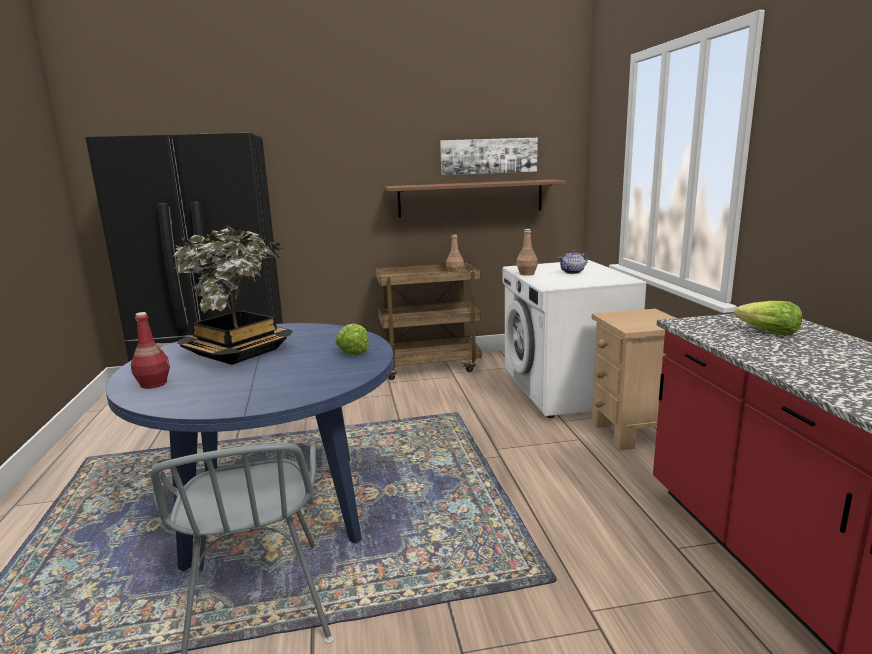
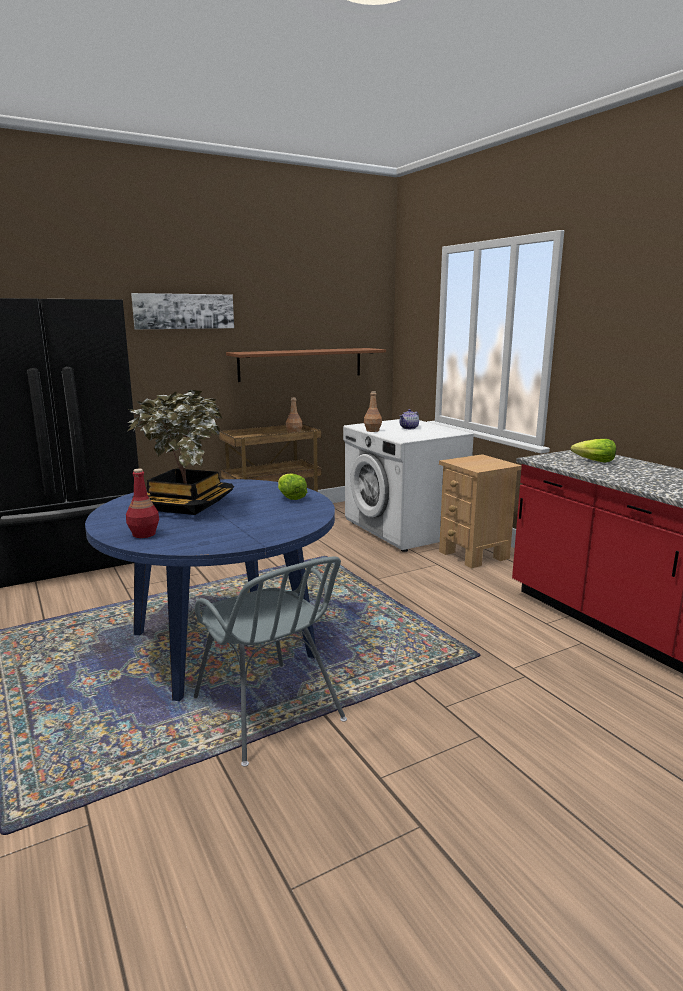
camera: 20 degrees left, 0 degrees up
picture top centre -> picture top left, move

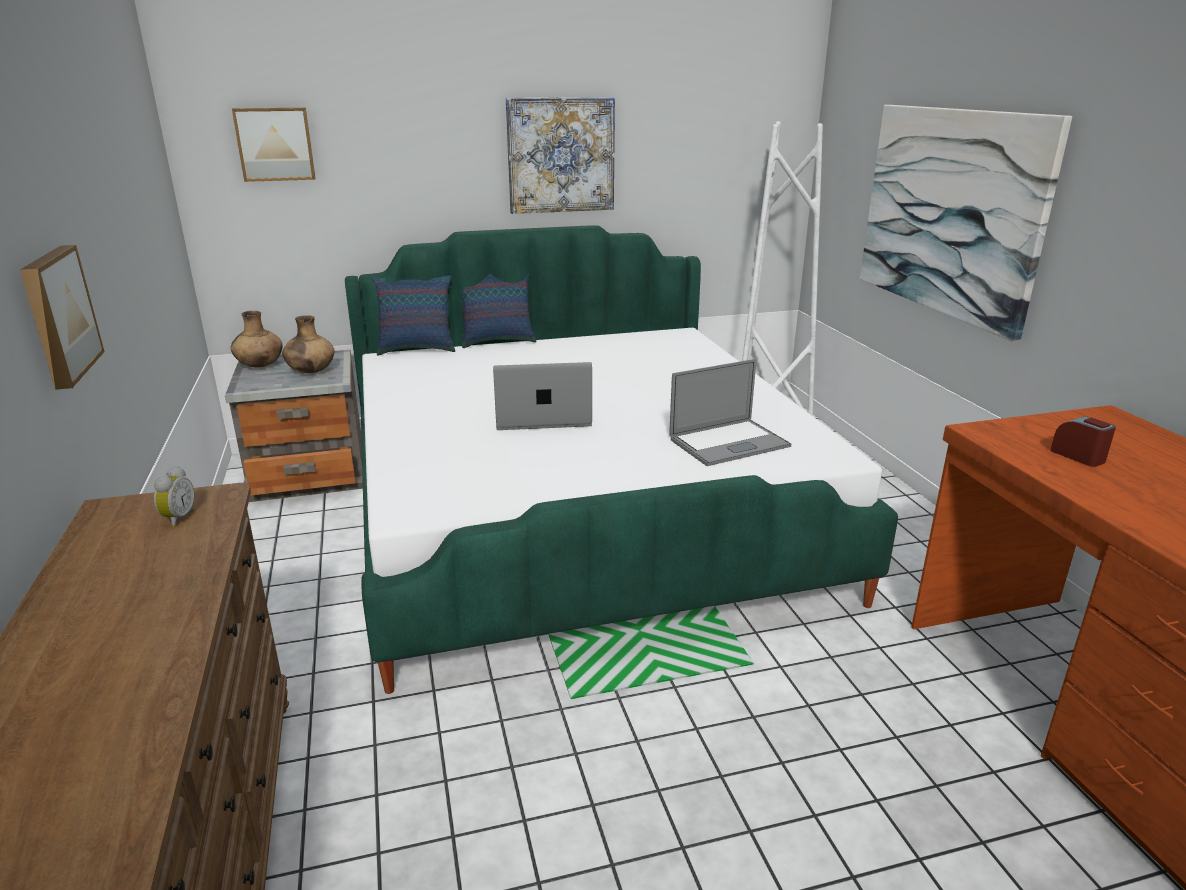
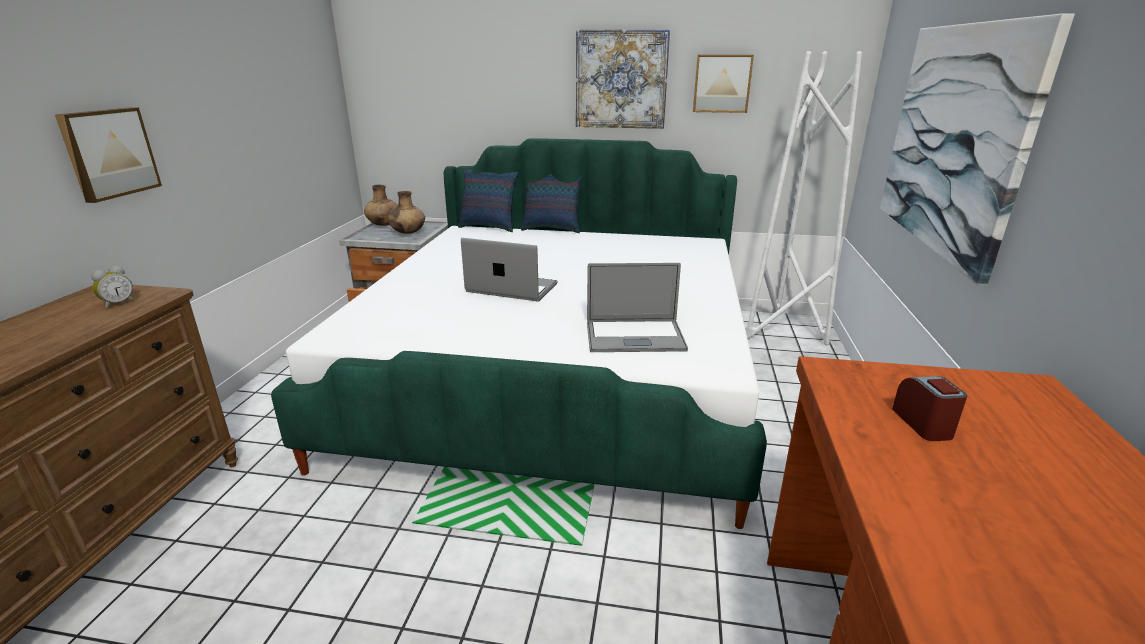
camera: 25 degrees right, 0 degrees up
picture (2nd from left in the first image) top left -> picture (3rd from left) top centre, move

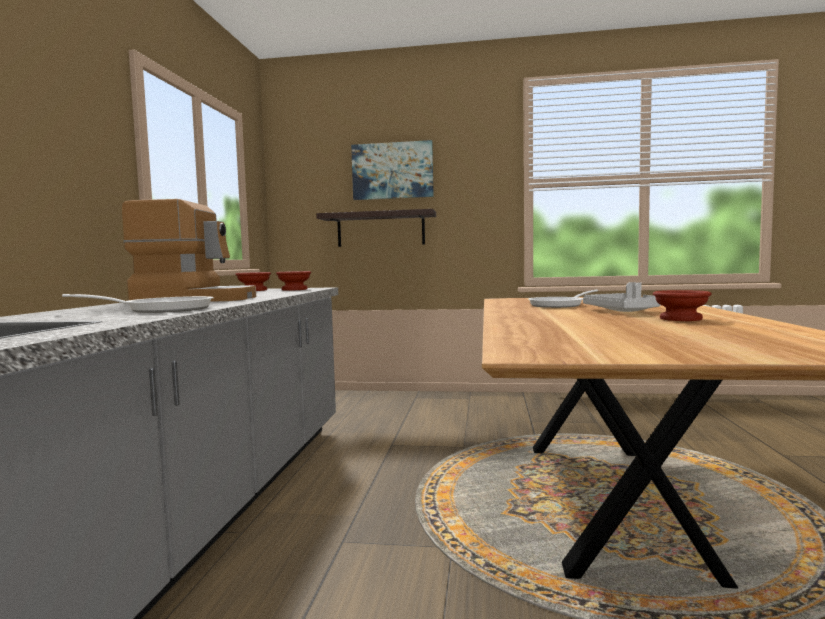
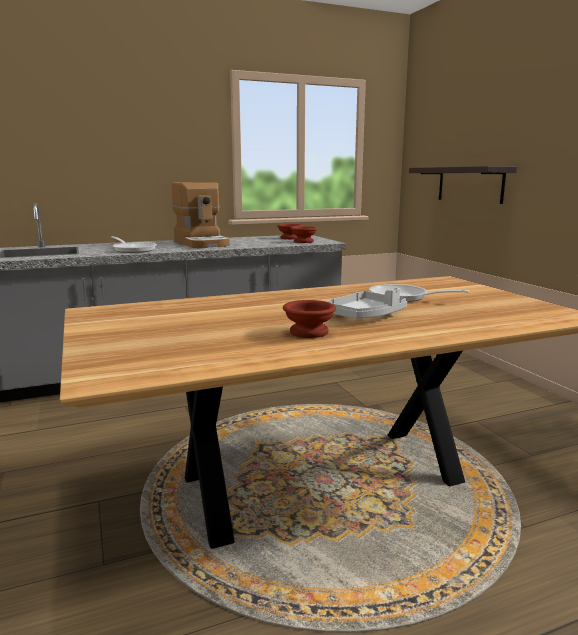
camera: 60 degrees right, 10 degrees up
picture top centre -> none

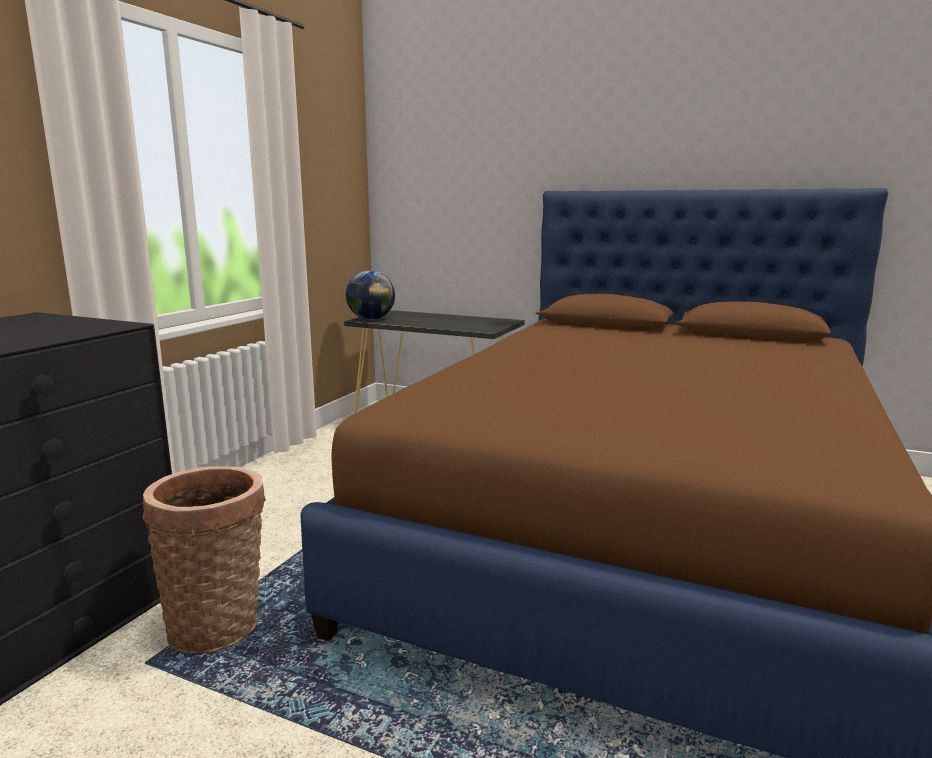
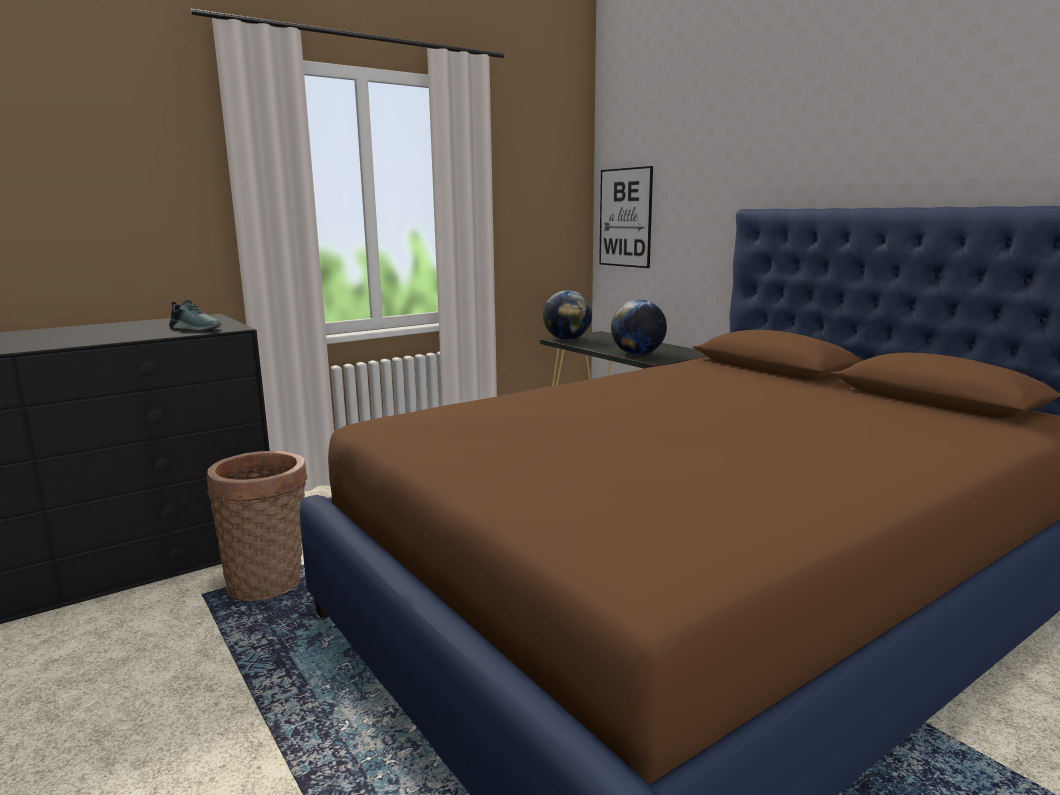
camera: 30 degrees right, 0 degrees up
none -> shoe middle left
none -> picture top centre
none -> globe (2nd from left) centre

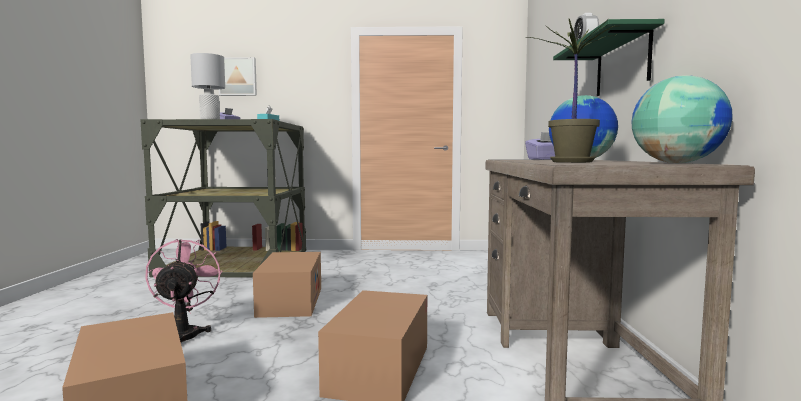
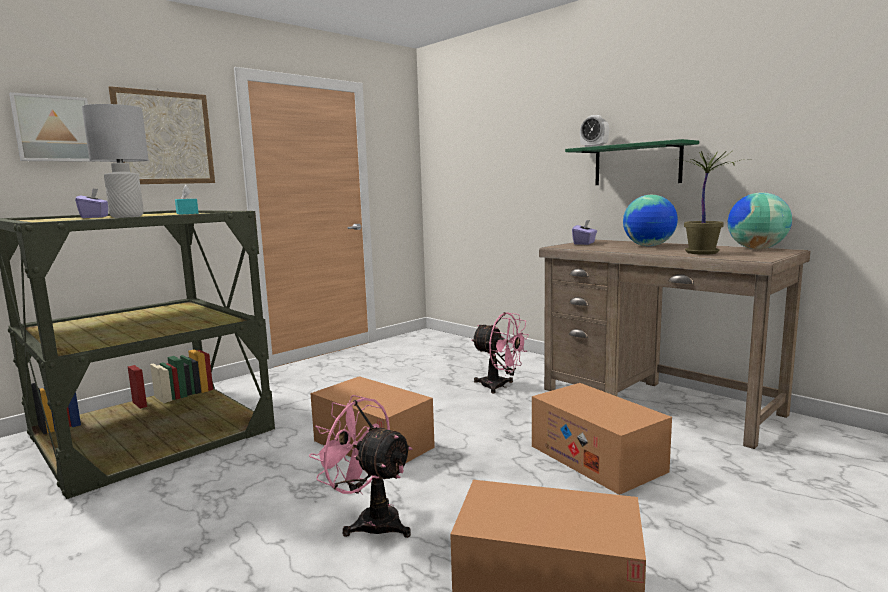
camera: 45 degrees left, 5 degrees up
none -> picture (2nd from left) top left
none -> pink fan (2nd from left) centre

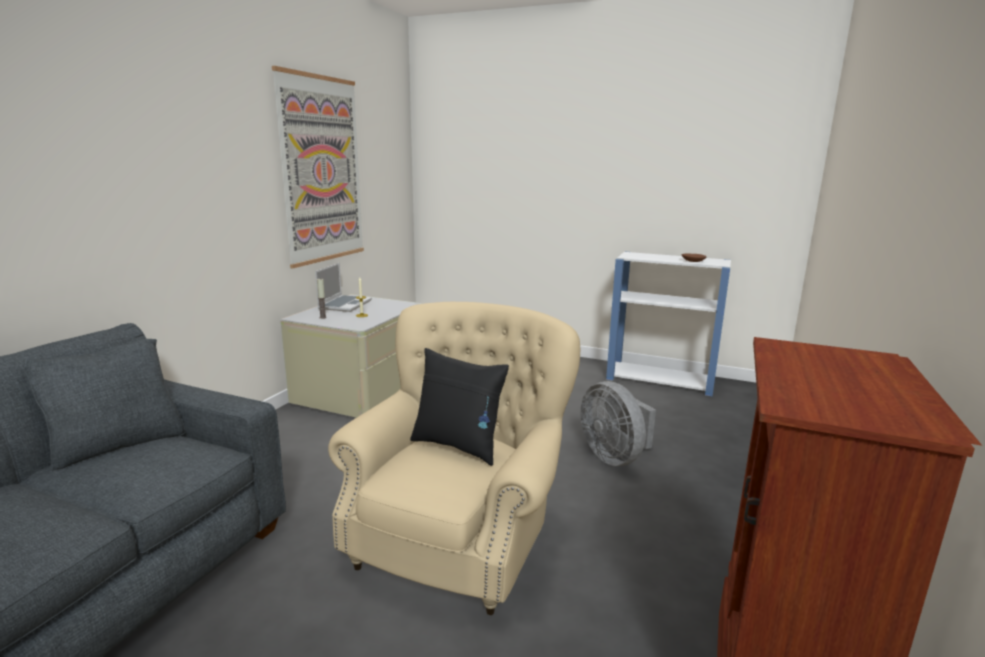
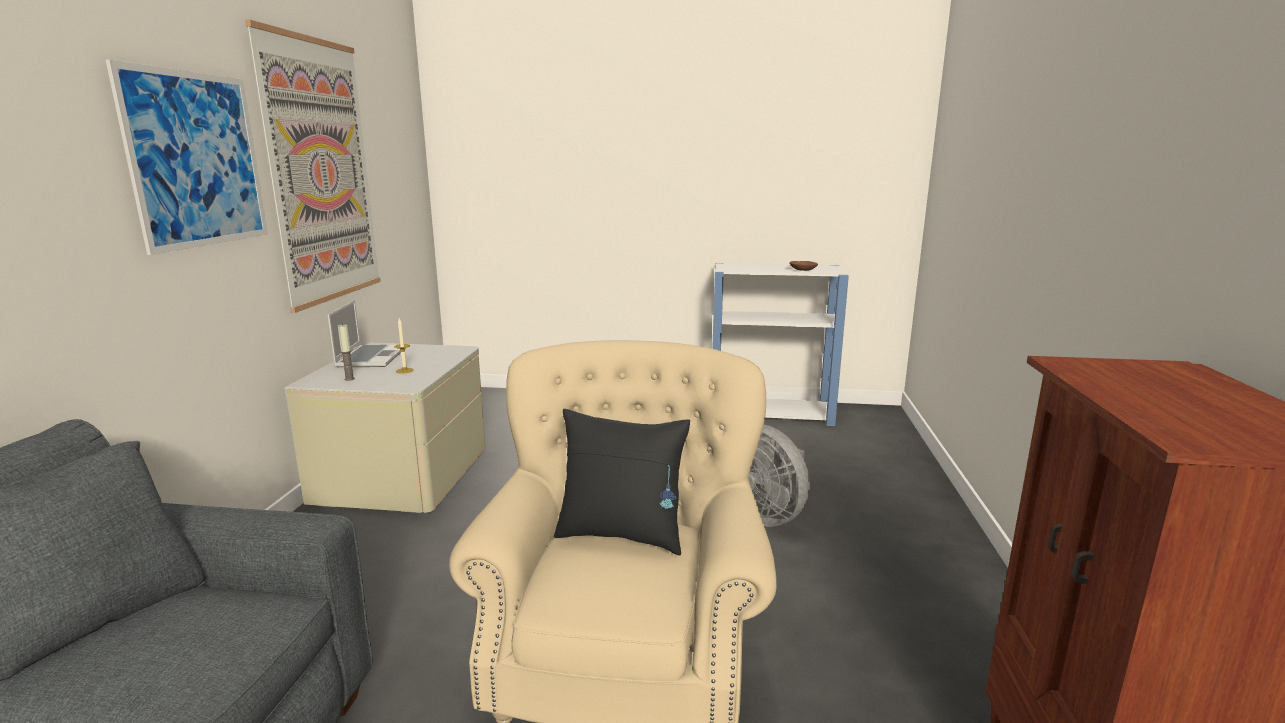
camera: 15 degrees left, 0 degrees up
none -> picture (1st from left) top left

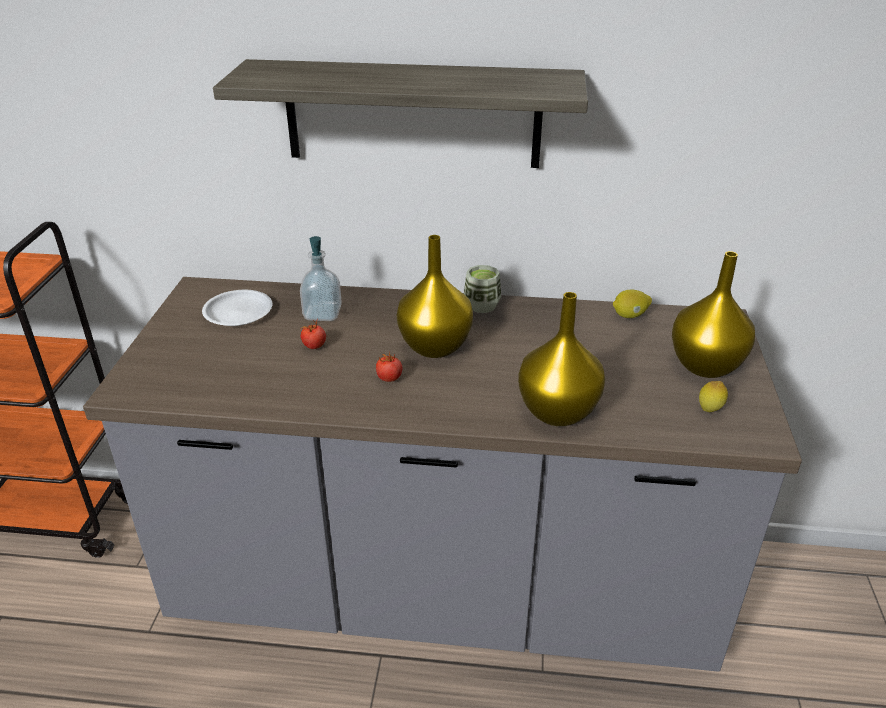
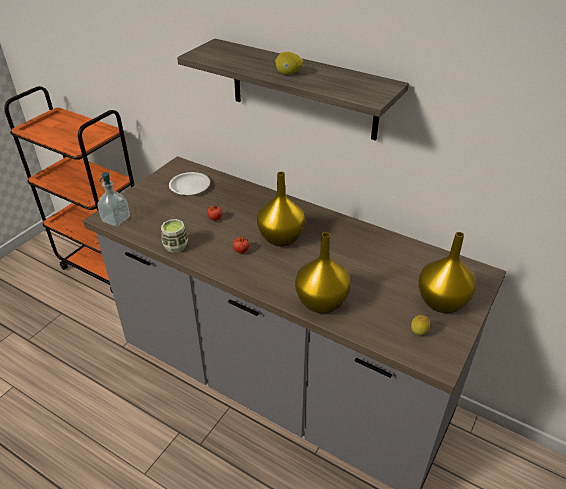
camera: 25 degrees right, 5 degrees up
soap dispenser centre -> soap dispenser middle left, move
cup centre -> cup middle left, move
lemon (1st from left) middle right -> lemon (1st from left) top centre, move

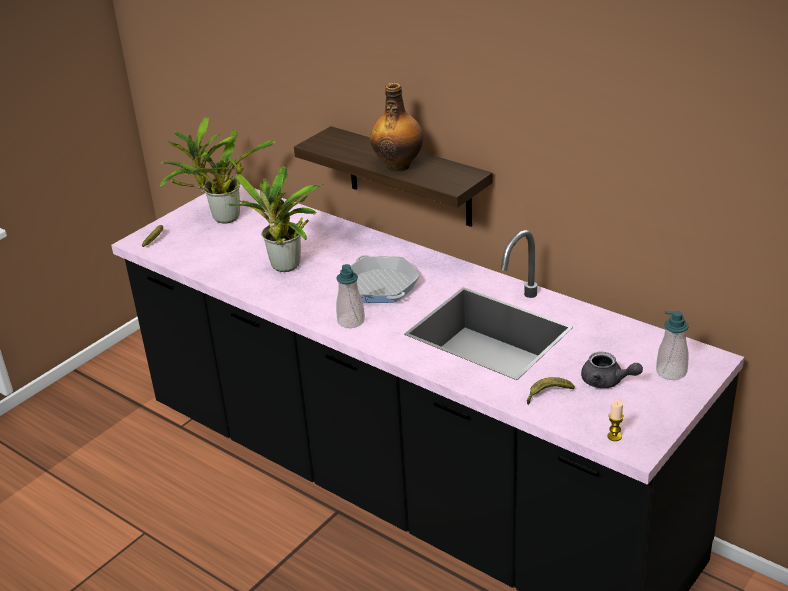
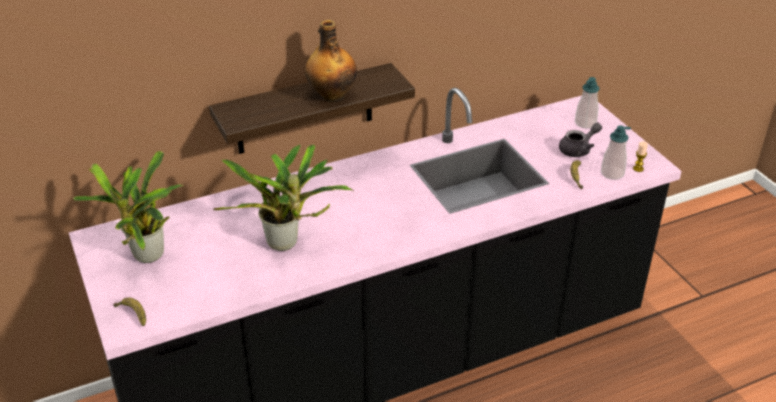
camera: 65 degrees left, 5 degrees up
soap dispenser (1st from left in the first image) centre -> soap dispenser (2nd from left) middle right, move
frying pan centre -> none

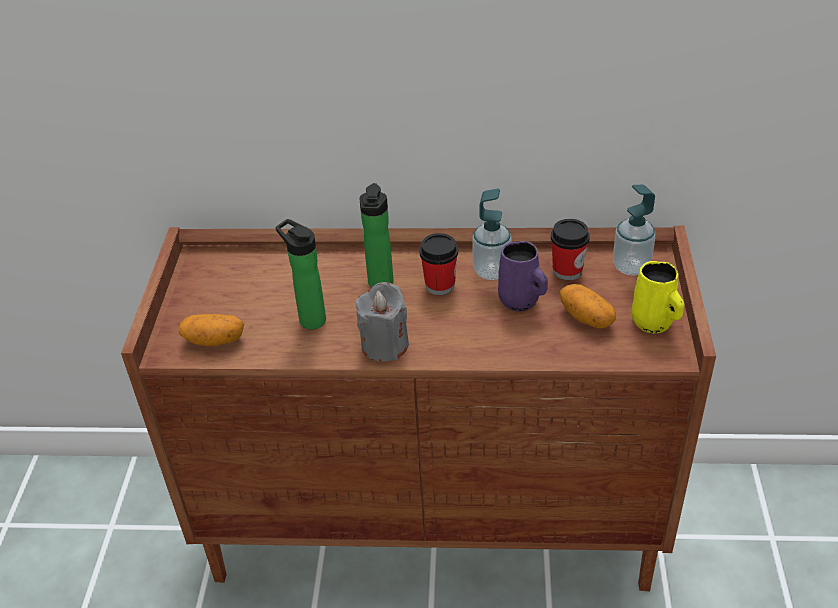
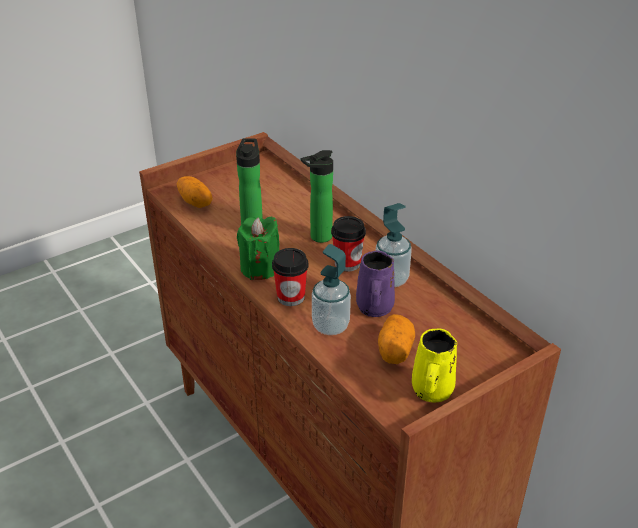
camera: 50 degrees right, 5 degrees down
grey candle centre -> green candle centre
cup (2nd from left in the first image) middle right -> cup (1st from left) centre, move
soap dispenser (2nd from left in the first image) middle right -> soap dispenser (1st from left) centre, move

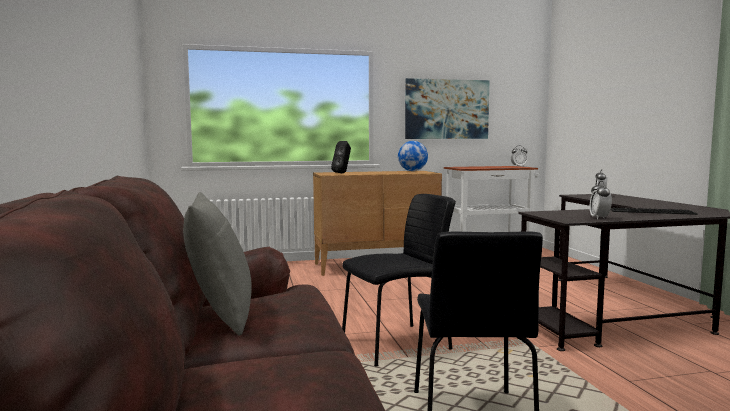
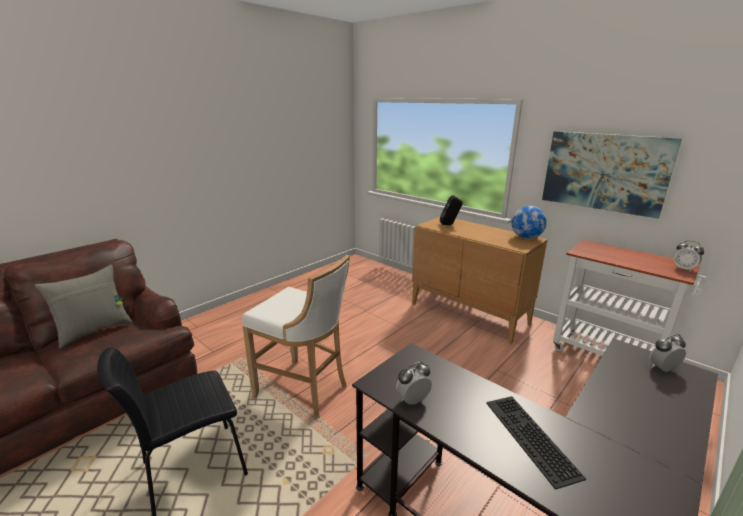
camera: 55 degrees right, 15 degrees up
black chair (1st from left) bottom centre -> white stool centre

